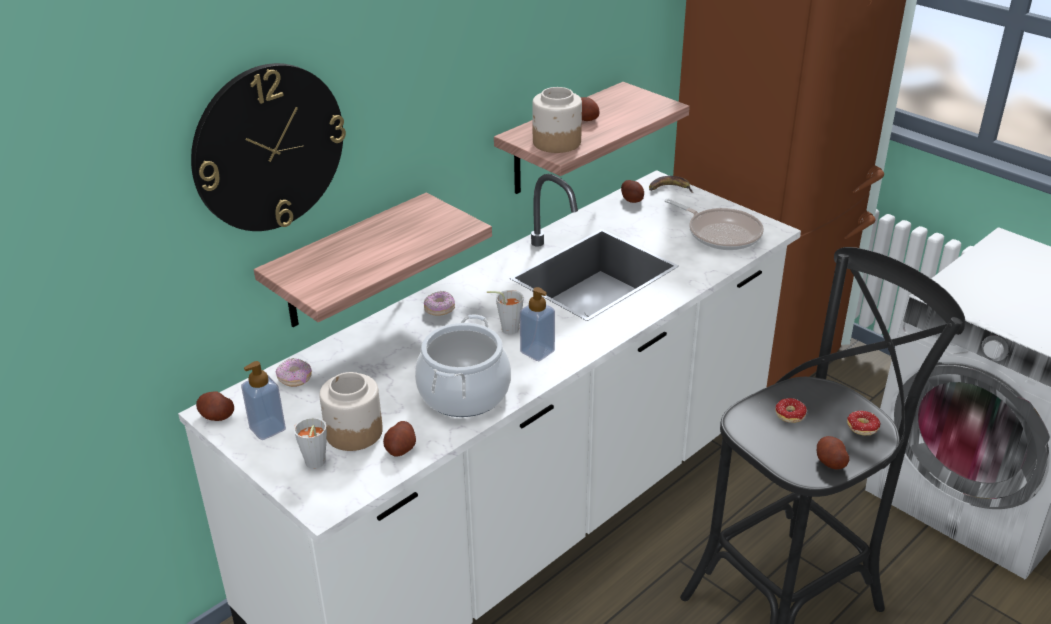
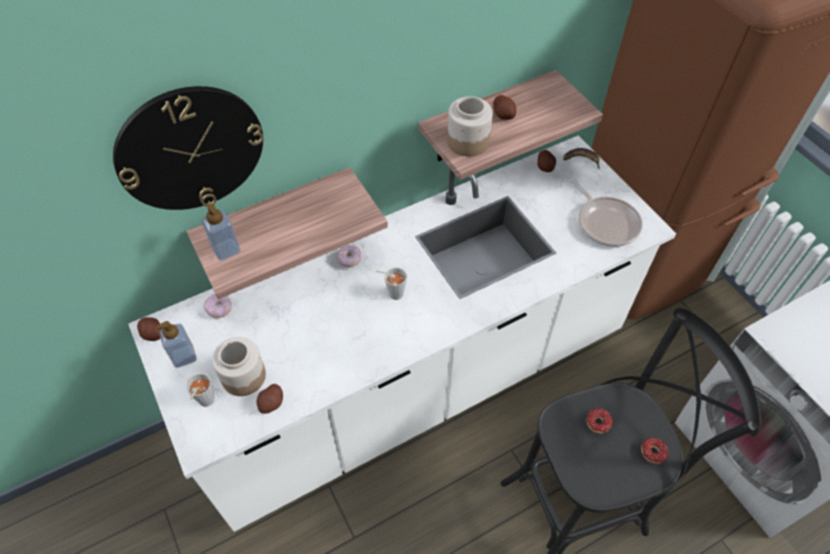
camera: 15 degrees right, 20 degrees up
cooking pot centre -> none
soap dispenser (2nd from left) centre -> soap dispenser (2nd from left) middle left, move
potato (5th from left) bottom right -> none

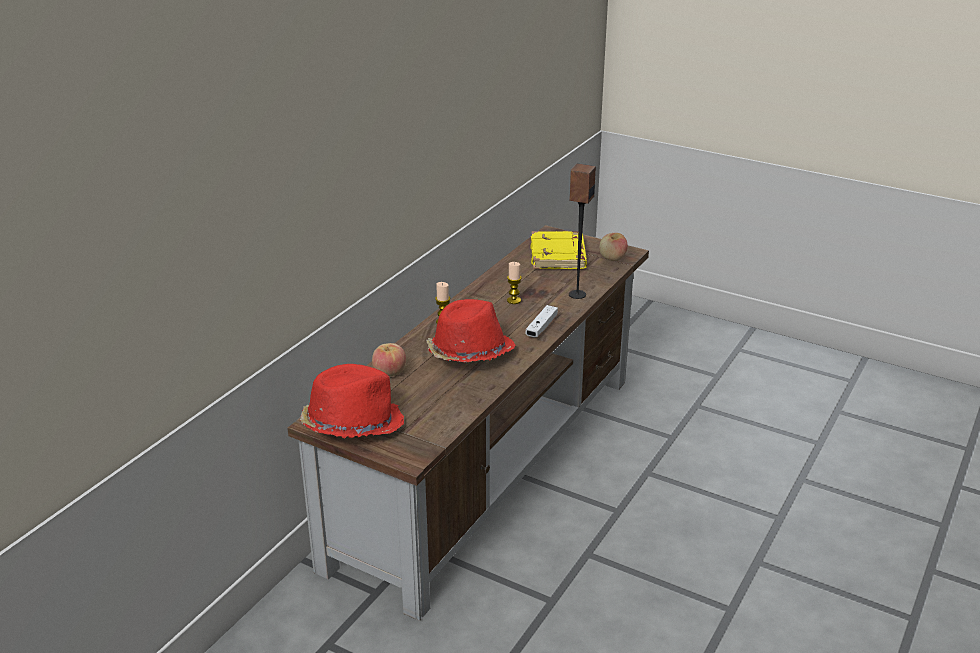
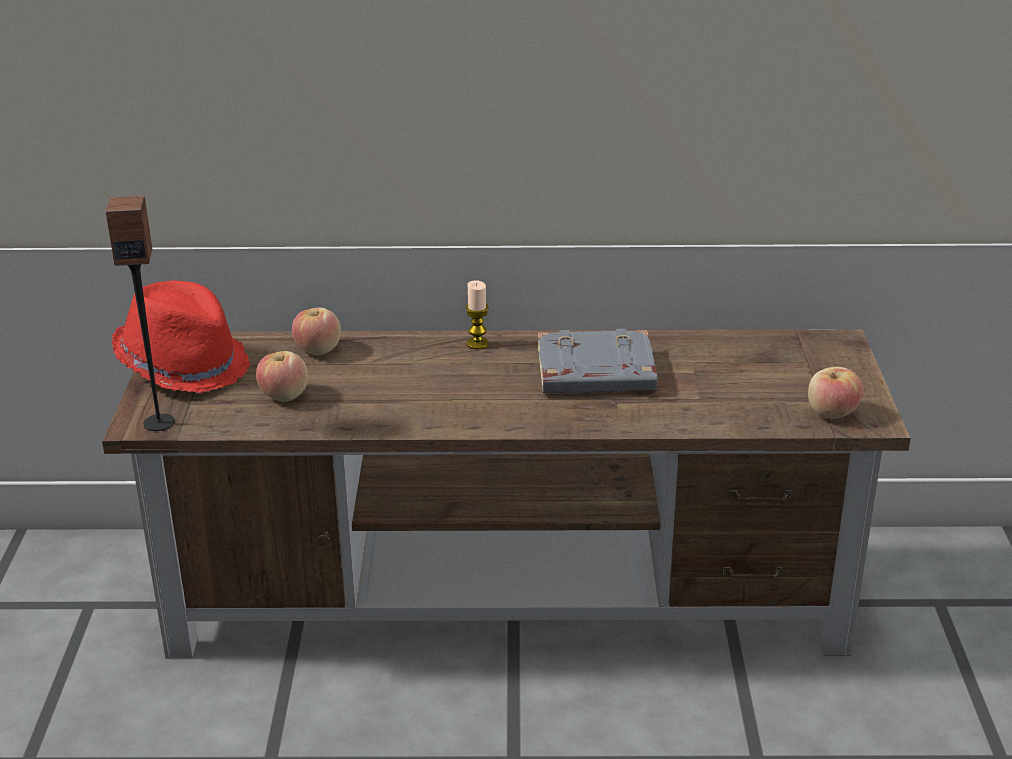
camera: 60 degrees right, 0 degrees up
red hat (2nd from left) centre -> none
candle (2nd from left) centre -> grey book centre
white game controller centre -> none
yellow book centre -> none
speaker centre -> speaker middle left, move
none -> apple (1st from left) middle left

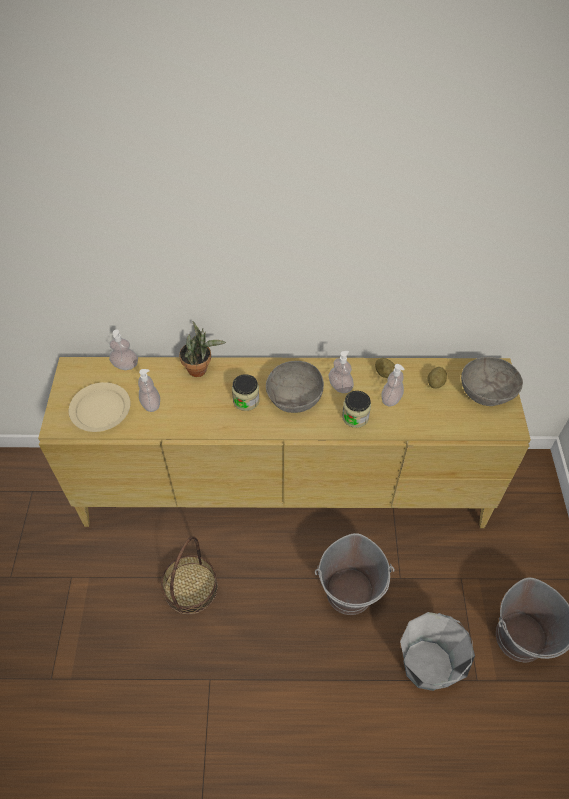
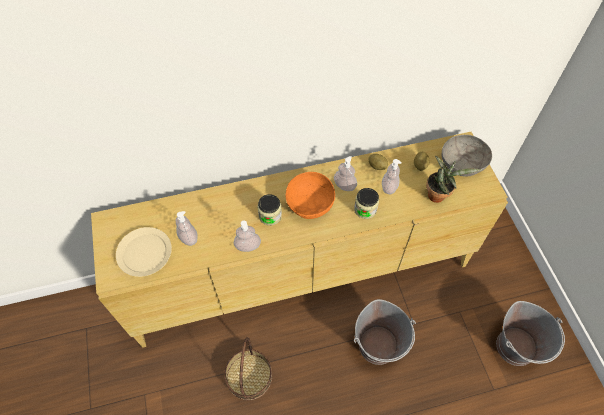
camera: 15 degrees left, 5 degrees up
soap dispenser (1st from left in the first image) middle left -> soap dispenser (2nd from left) centre, move
potted plant centre -> potted plant middle right, move
grey bowl (1st from left) centre -> orange bowl centre
grey bucket (2nd from left) bottom right -> none

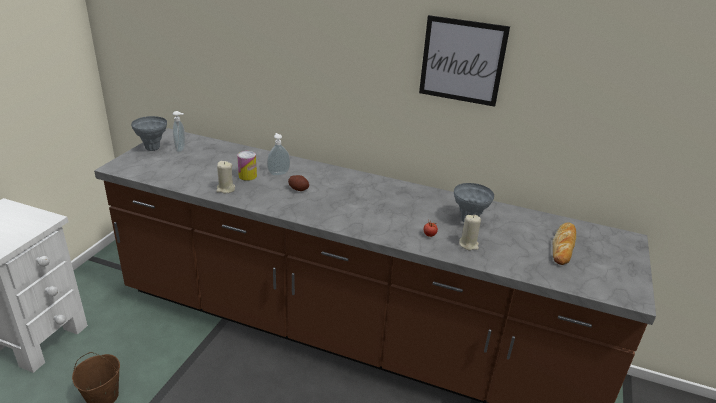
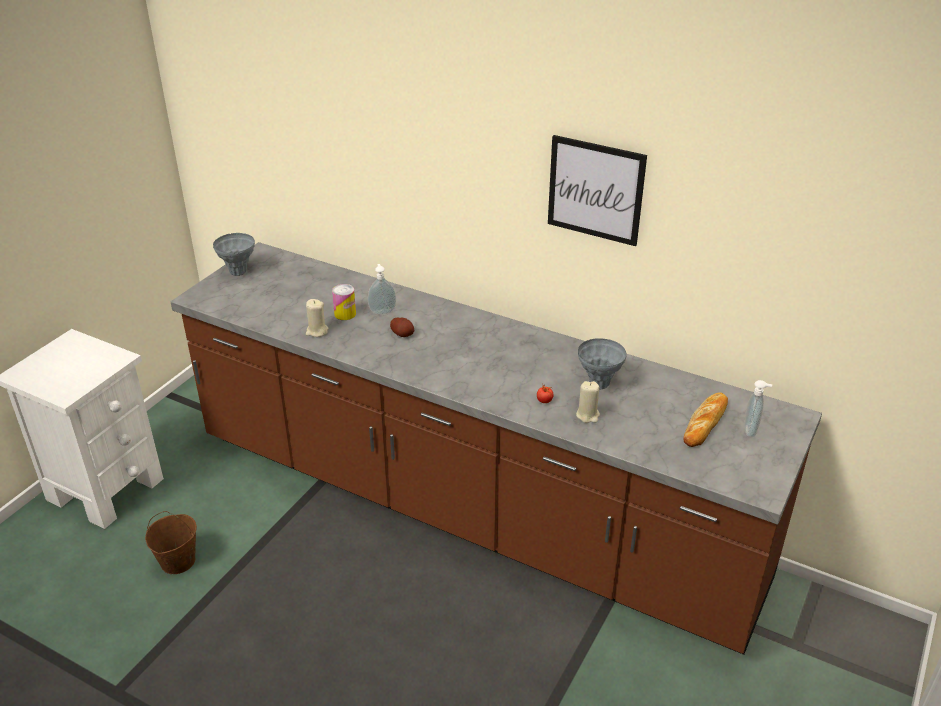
camera: 10 degrees right, 5 degrees up
soap dispenser (1st from left in the first image) top left -> soap dispenser (2nd from left) middle right, move

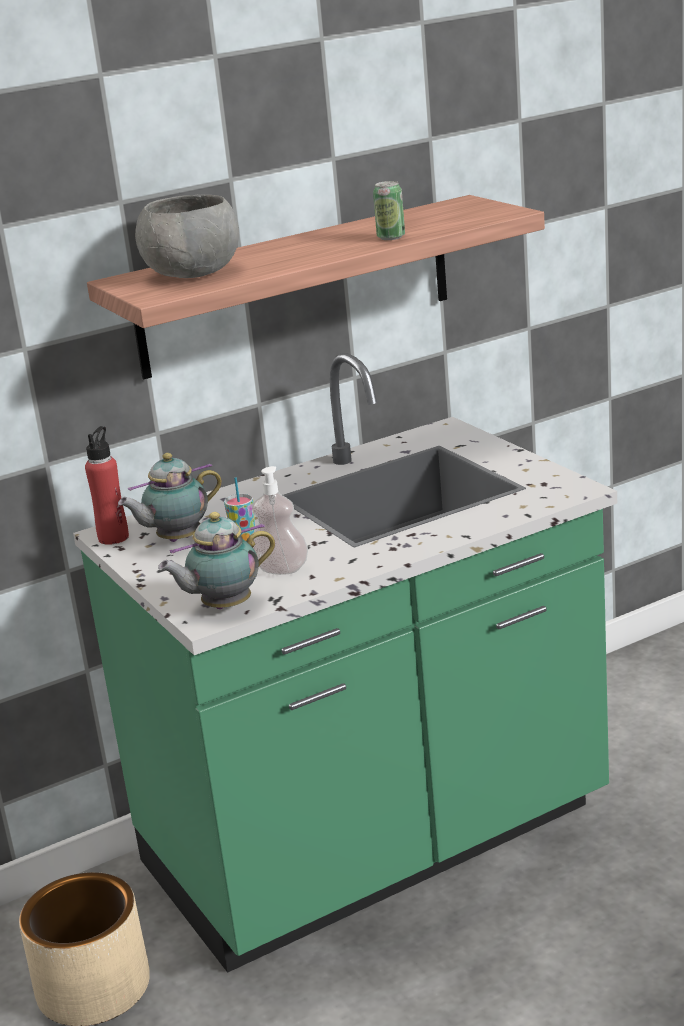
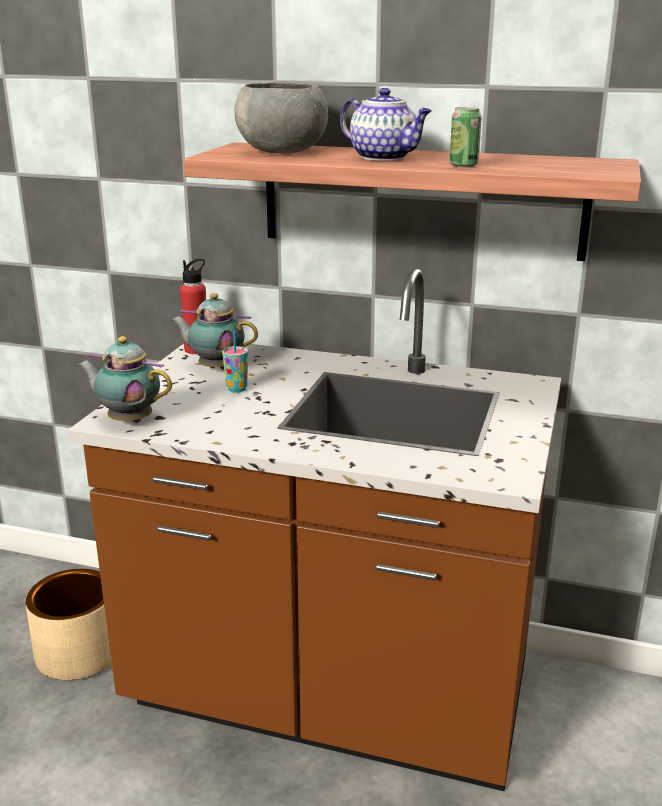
camera: 45 degrees right, 0 degrees up
green counter centre -> brown counter centre
soap dispenser centre -> none
none -> teapot (3rd from left) top centre

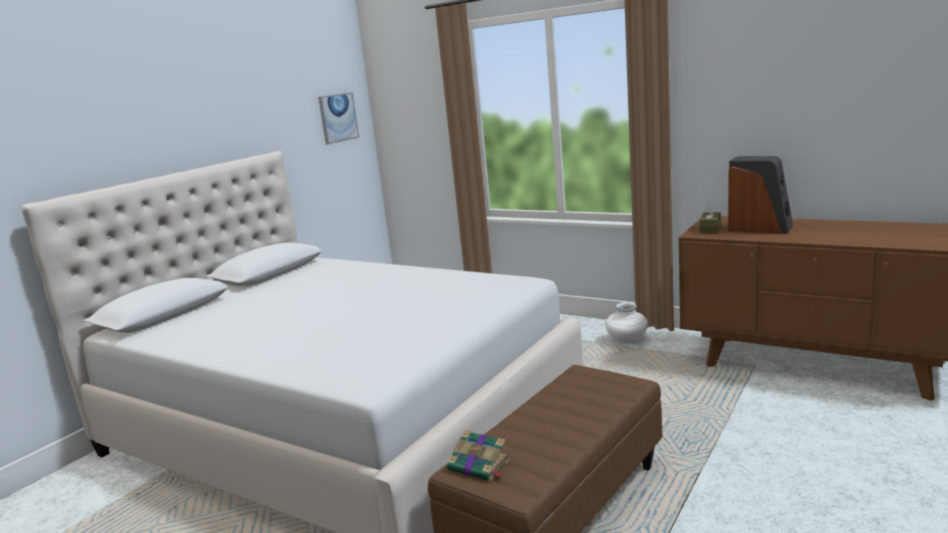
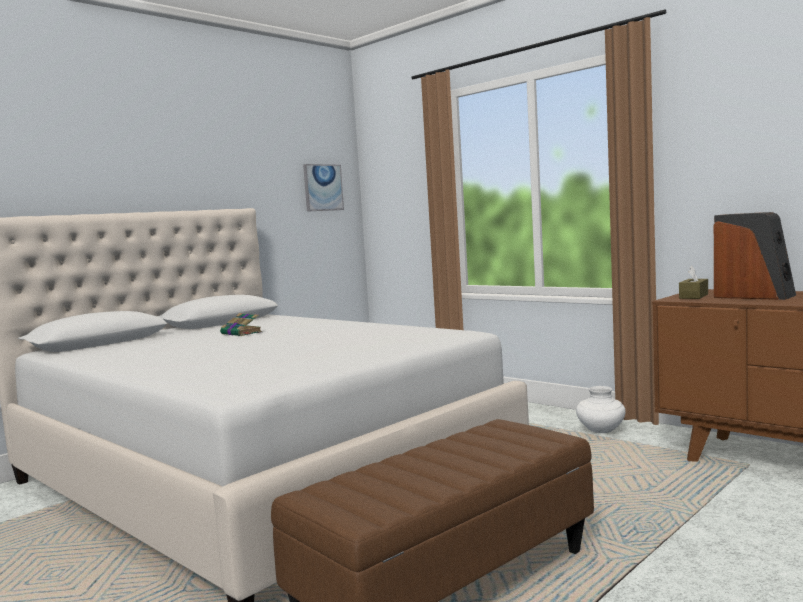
camera: 10 degrees right, 10 degrees down
book bottom centre -> book middle left, move

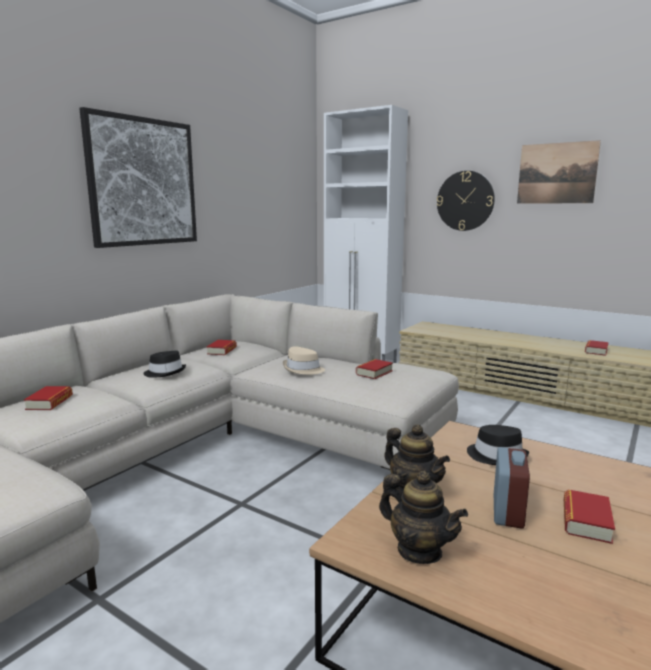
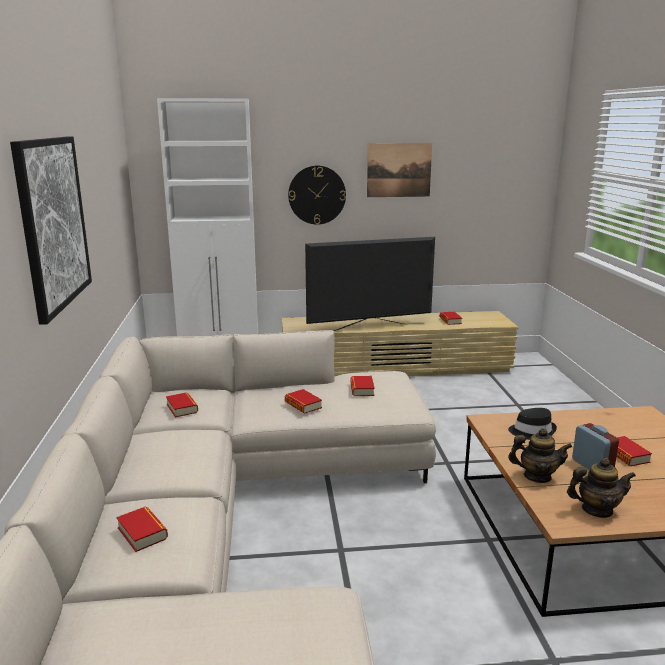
camera: 40 degrees left, 5 degrees up
black hat (1st from left) middle left -> none
beige hat centre -> book (3rd from left) centre
none -> television centre

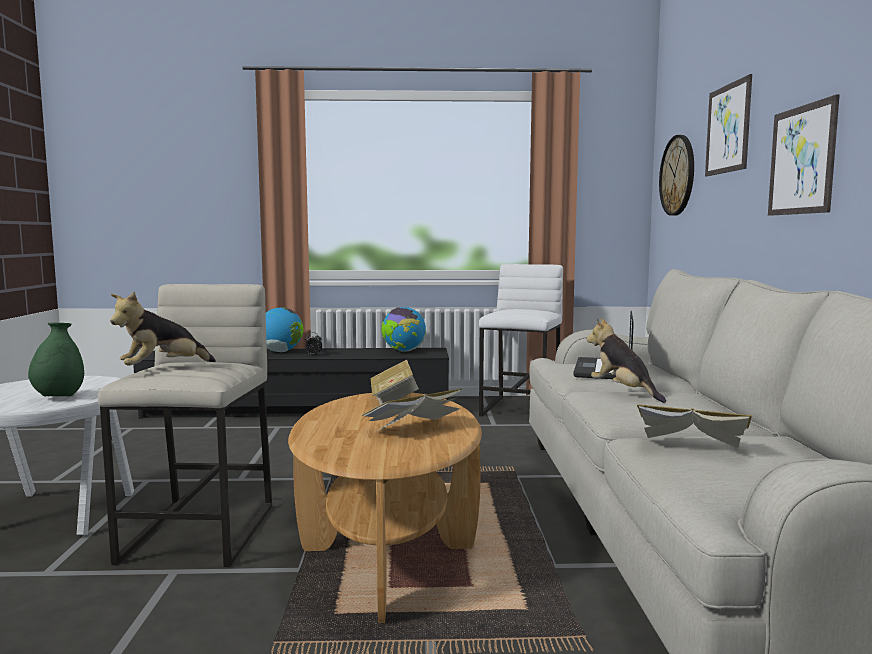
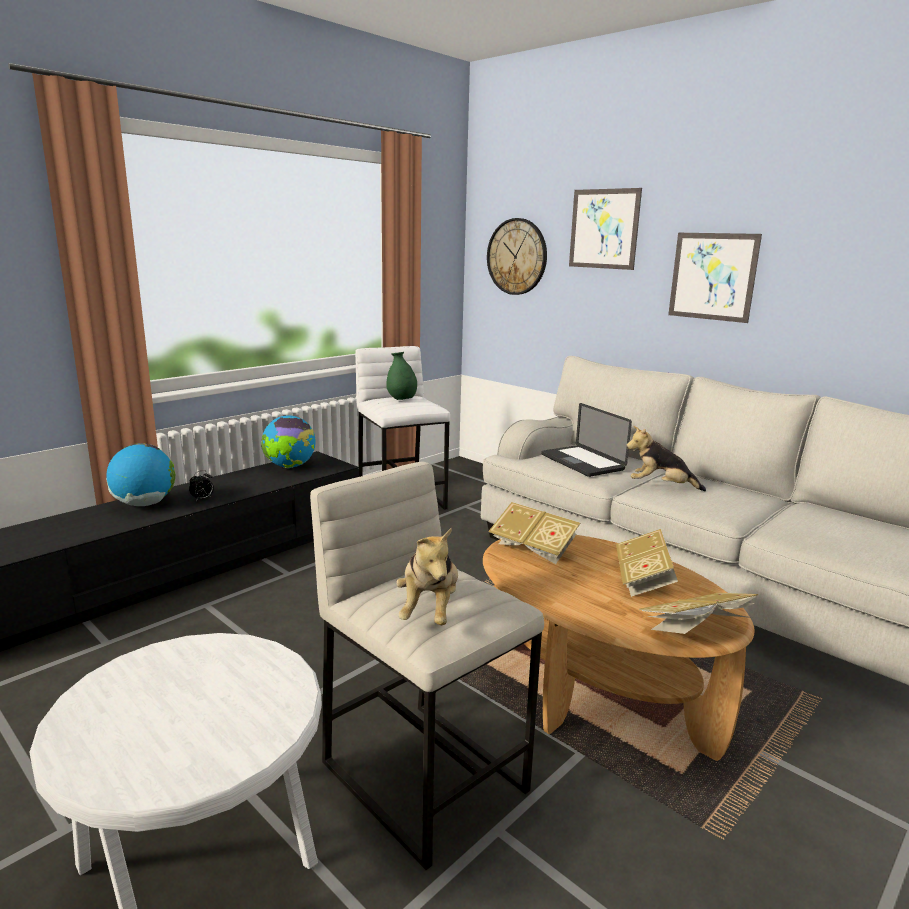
camera: 45 degrees left, 10 degrees up
green vase middle left -> green vase centre, move
book (3rd from left) middle right -> book (3rd from left) bottom right, move

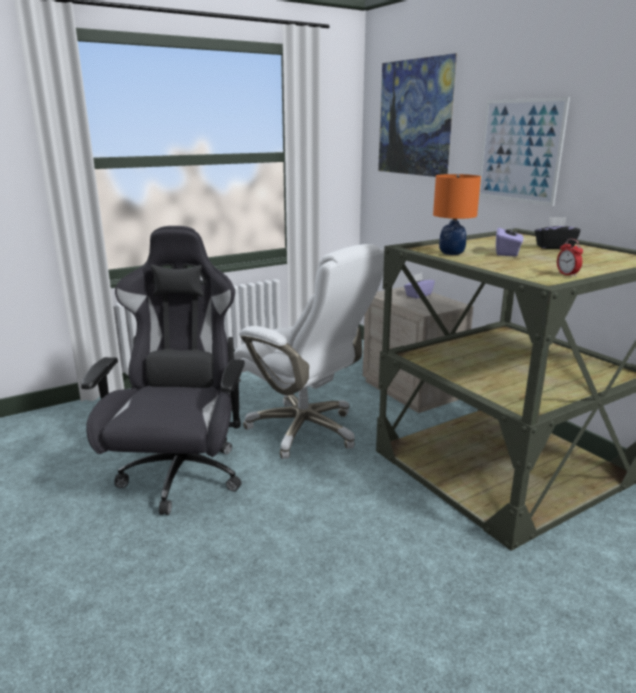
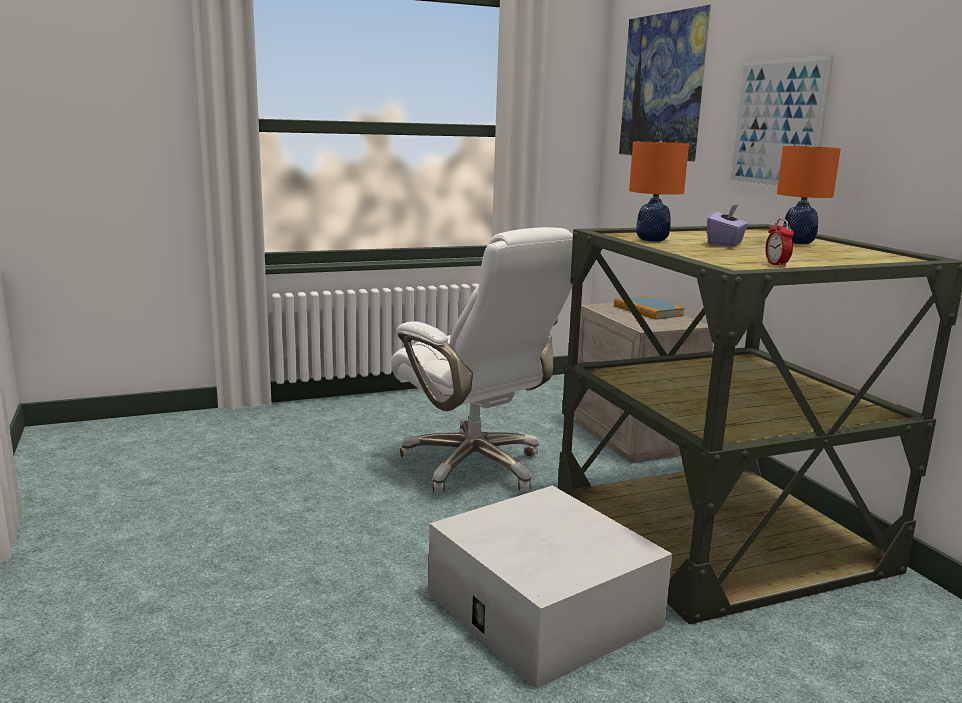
camera: 10 degrees right, 5 degrees down
black office chair middle left -> none
purple tissue box (1st from left) centre -> book middle right
black tissue box middle right -> orange table lamp (2nd from left) top right
none -> white storage box bottom centre

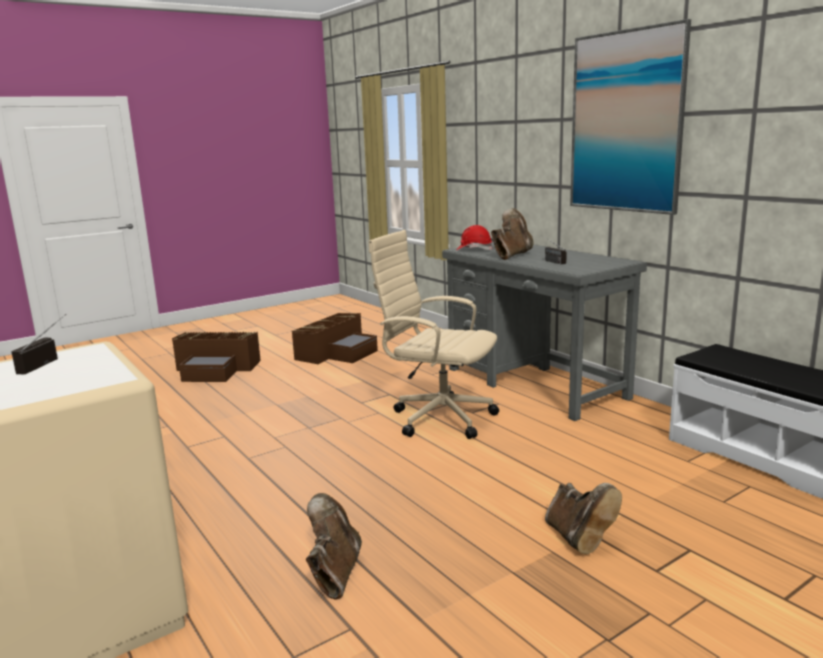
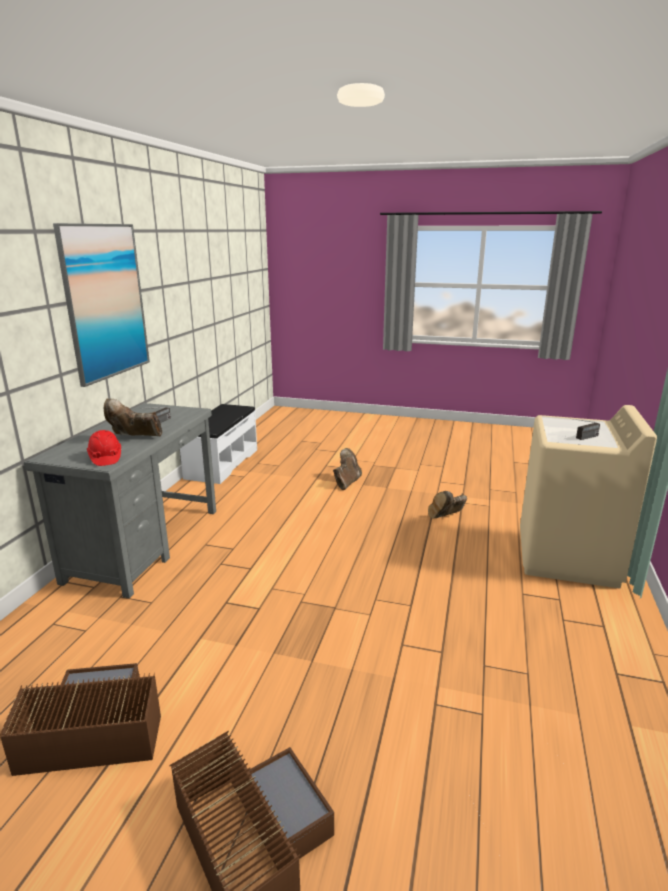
camera: 130 degrees left, 5 degrees up
beige office chair centre -> none

